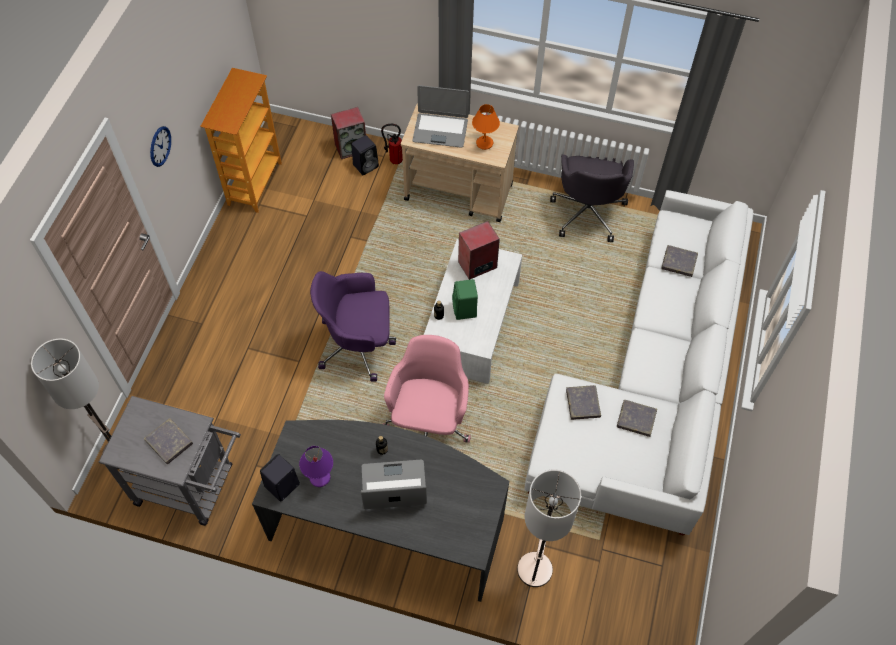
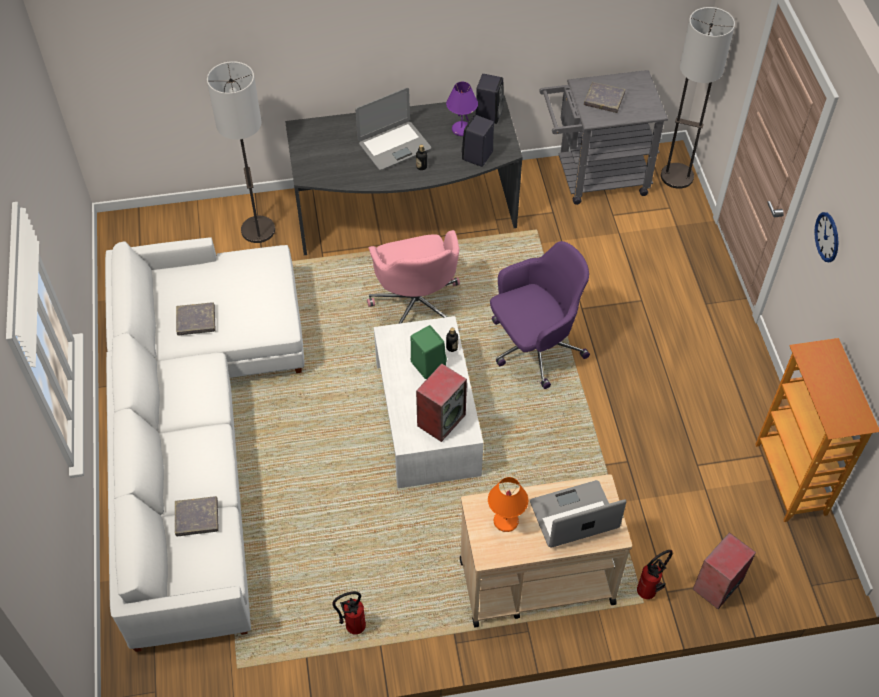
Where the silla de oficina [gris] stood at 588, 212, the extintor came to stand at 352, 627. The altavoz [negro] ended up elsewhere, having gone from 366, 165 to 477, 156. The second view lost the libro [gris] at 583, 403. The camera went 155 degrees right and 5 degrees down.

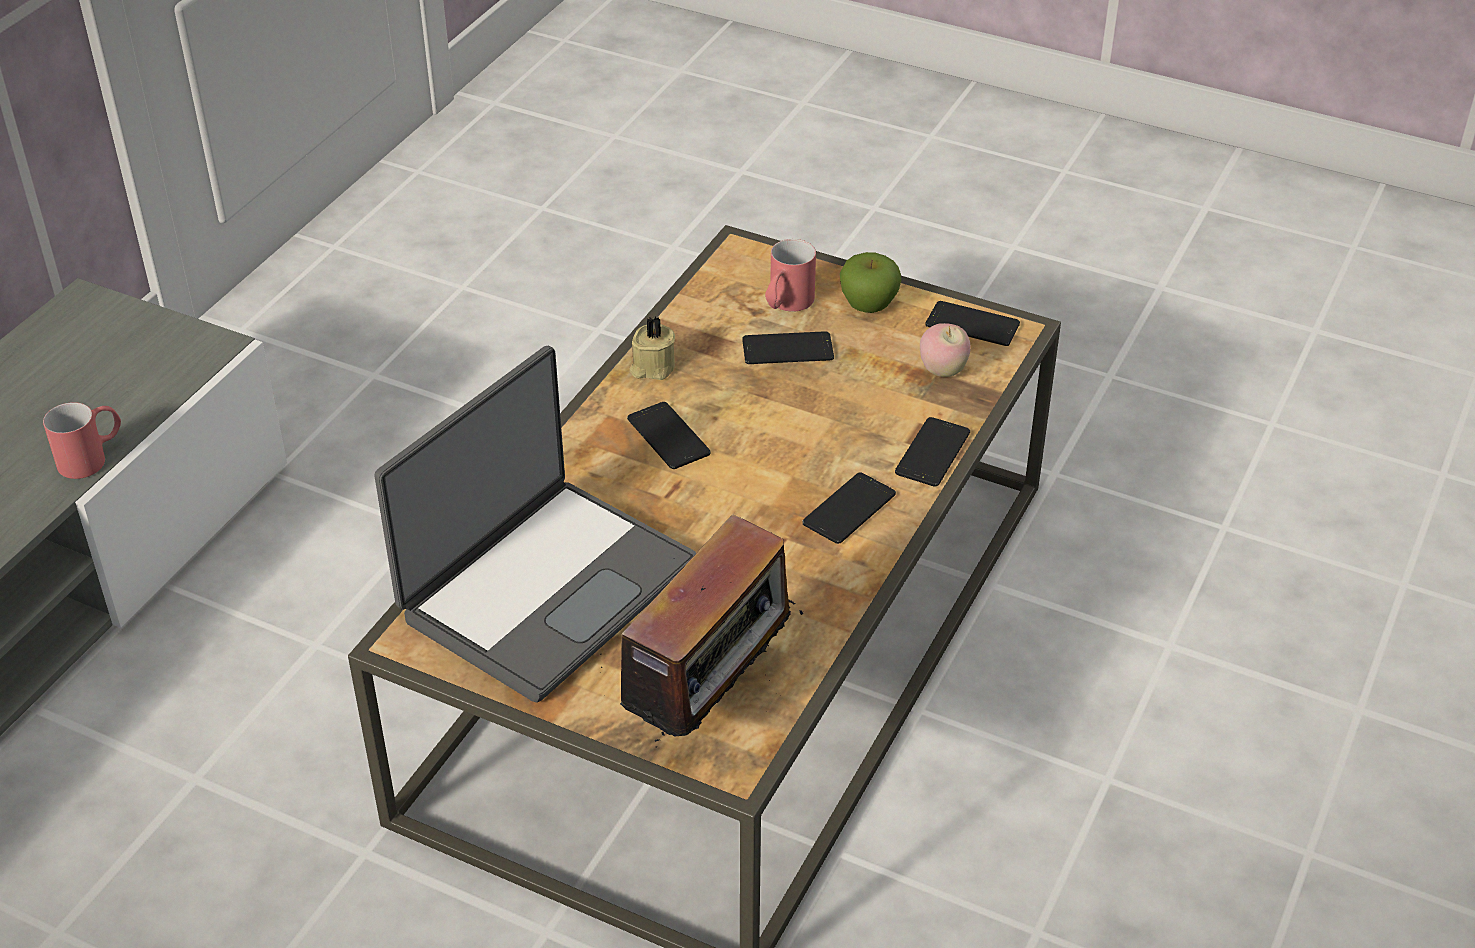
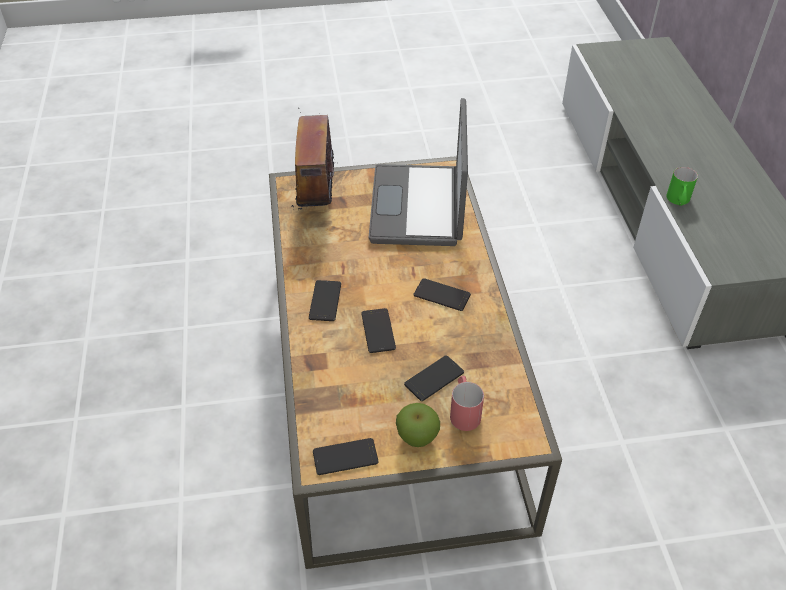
The móvil ended up elsewhere, having gone from 932, 453 to 378, 331. What was the taza grande [rojo] at 92, 457 turned into the taza grande [verde] at 678, 201. The second view lost the vela [beis] at 652, 367. The second view lost the manzana at 943, 371. The camera went 145 degrees right and 5 degrees up.

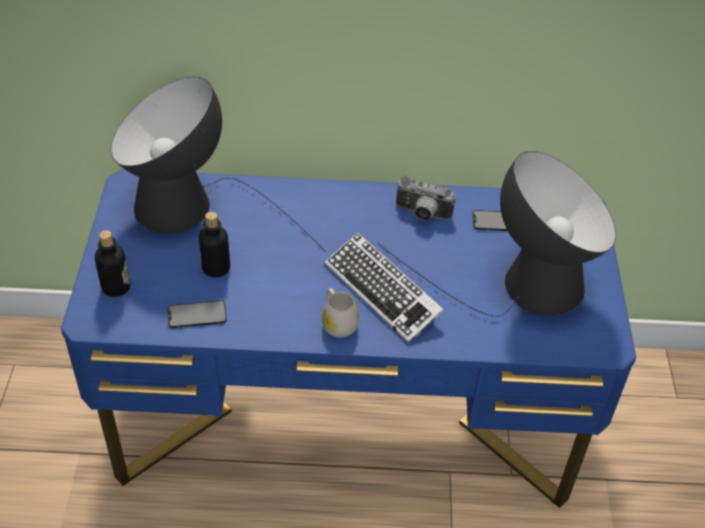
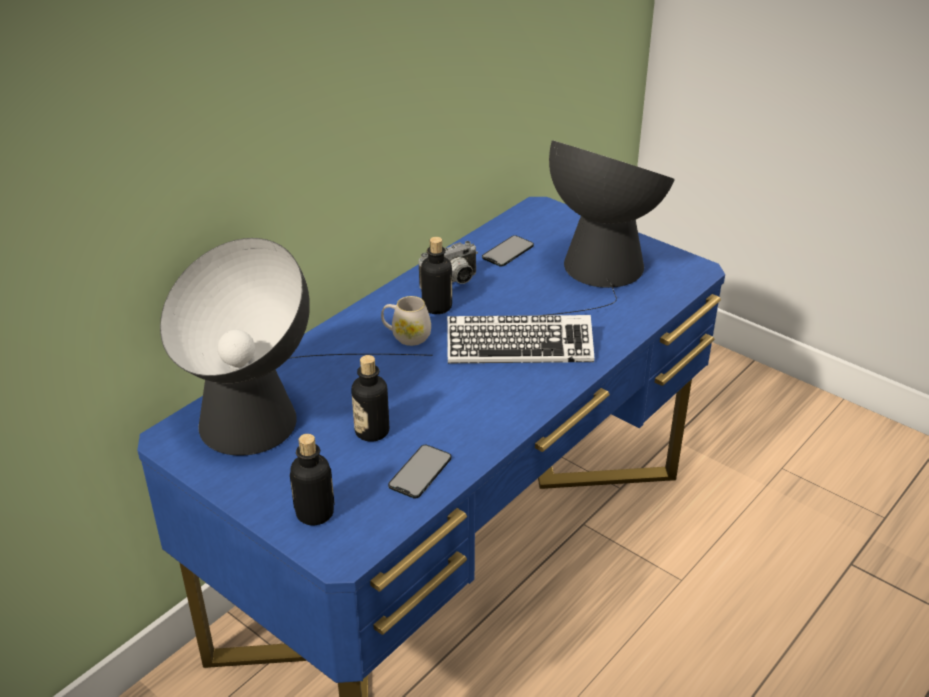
The taza grande [blanco] ended up elsewhere, having gone from 337, 323 to 406, 336. The second view gained the botella at 437, 307. The camera went 50 degrees left and 10 degrees down.

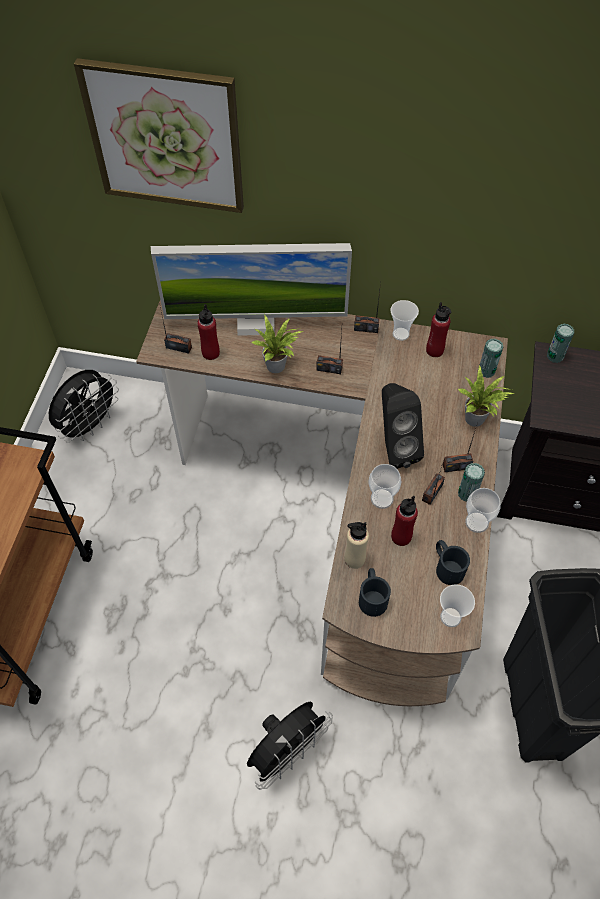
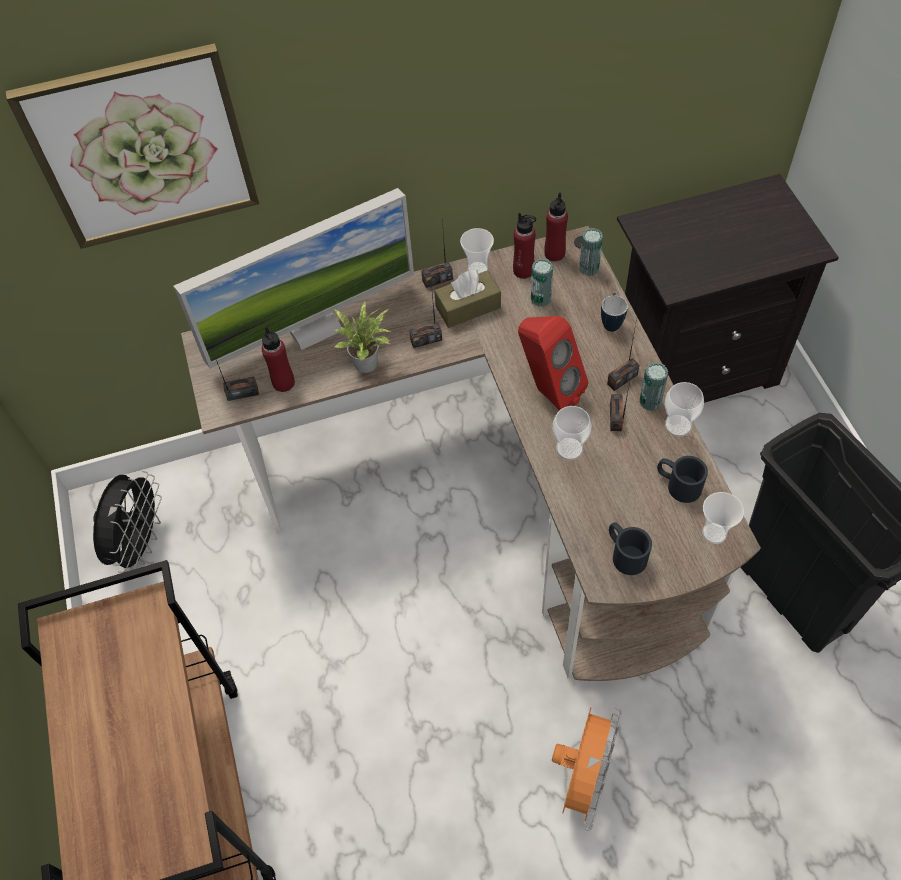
The second view gained the caja de pañuelos [marrón] at 468, 307. What was the altavoz [negro] at 394, 448 turned into the altavoz [rojo] at 548, 391. The lata ended up elsewhere, having gone from 555, 356 to 540, 298. The botella [rojo] ended up elsewhere, having gone from 401, 537 to 554, 253. What was the ventilador [negro] at 287, 752 turned into the ventilador [naranja] at 583, 778. Where the planta en maceta stood at 477, 419, the taza grande came to stand at 611, 322. The second view lost the botella [beis] at 354, 559. The camera went 25 degrees left and 0 degrees up.

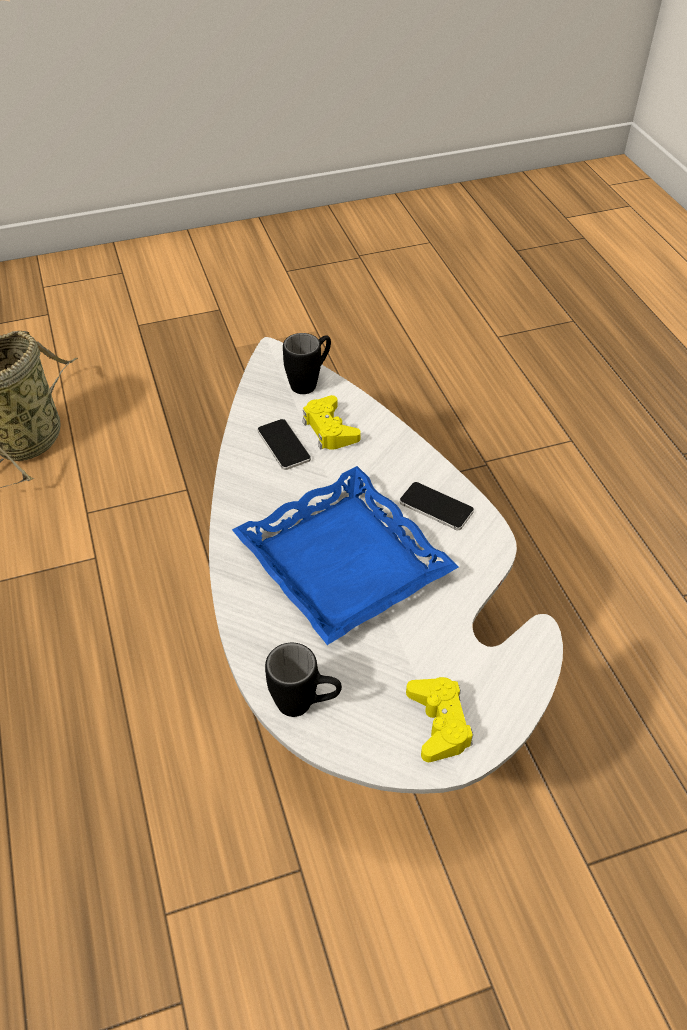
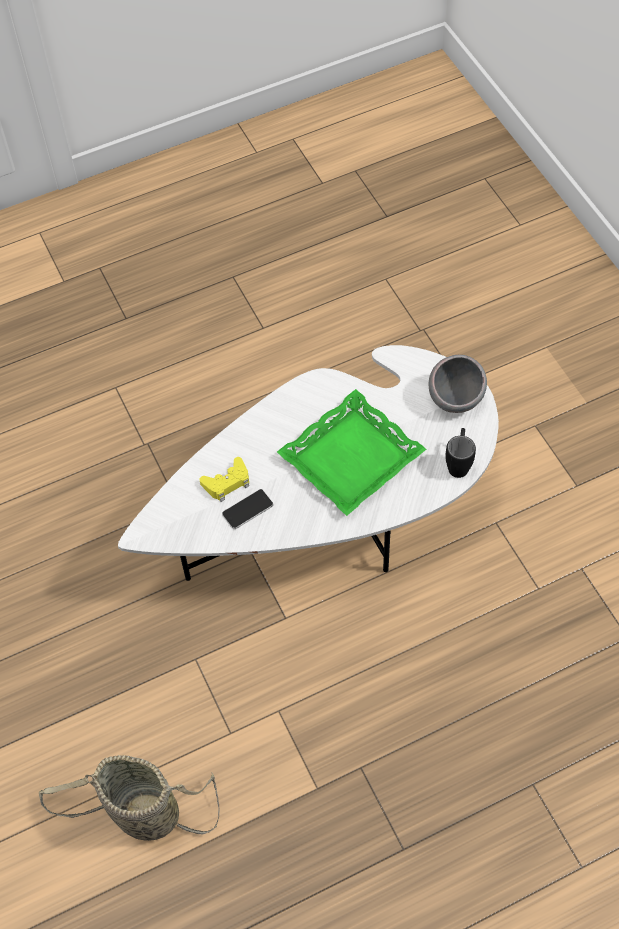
What was the bandeja [azul] at 345, 561 turned into the bandeja [verde] at 350, 457. Where the mando de consola [amarillo] stood at 439, 723, the cuenco [gris] came to stand at 455, 399. The second view lost the taza grande [negro] at 310, 382. The second view lost the móvil at 436, 507. The camera went 95 degrees left and 10 degrees up.

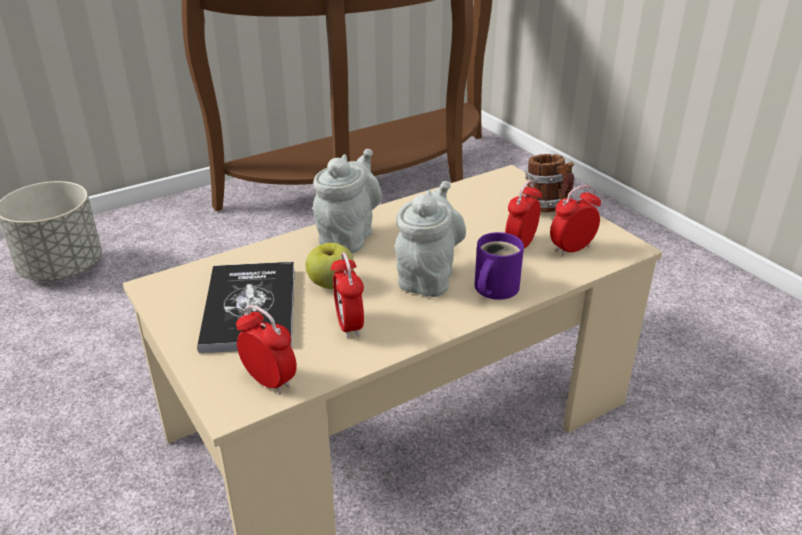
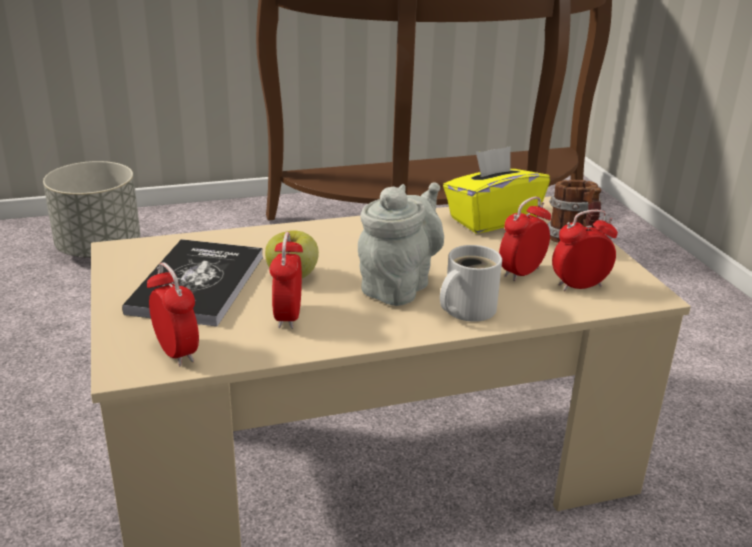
What was the taza grande [morado] at 493, 288 turned into the taza grande [blanco] at 465, 309. The second view gained the caja de pañuelos [amarillo] at 491, 219. The second view lost the tetera [gris] at 348, 236. The camera went 15 degrees right and 5 degrees down.

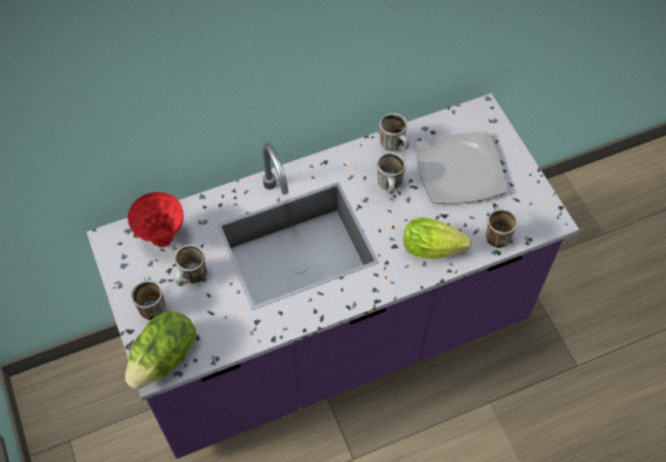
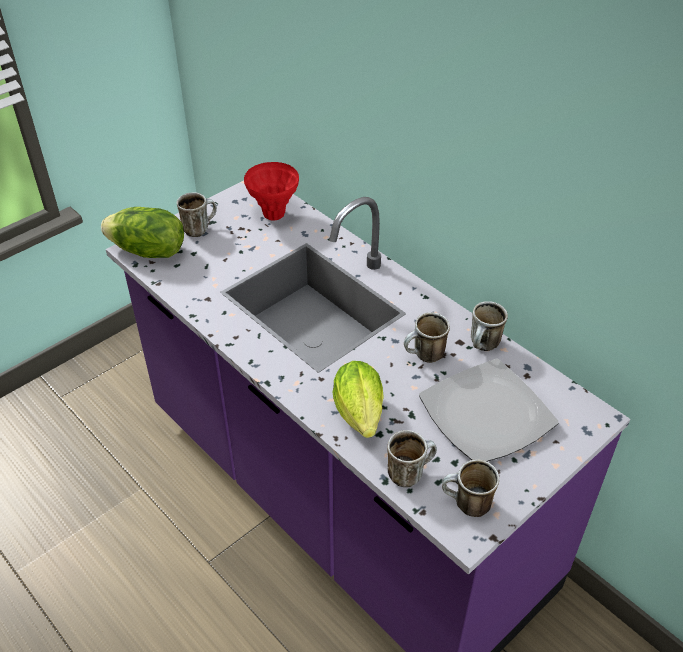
The taza grande ended up elsewhere, having gone from 192, 278 to 466, 505. The camera went 70 degrees right and 15 degrees down.

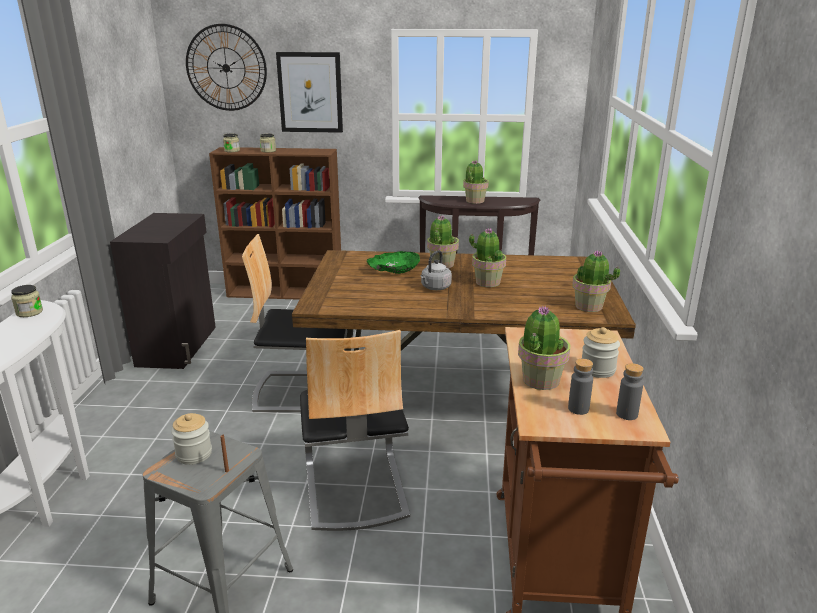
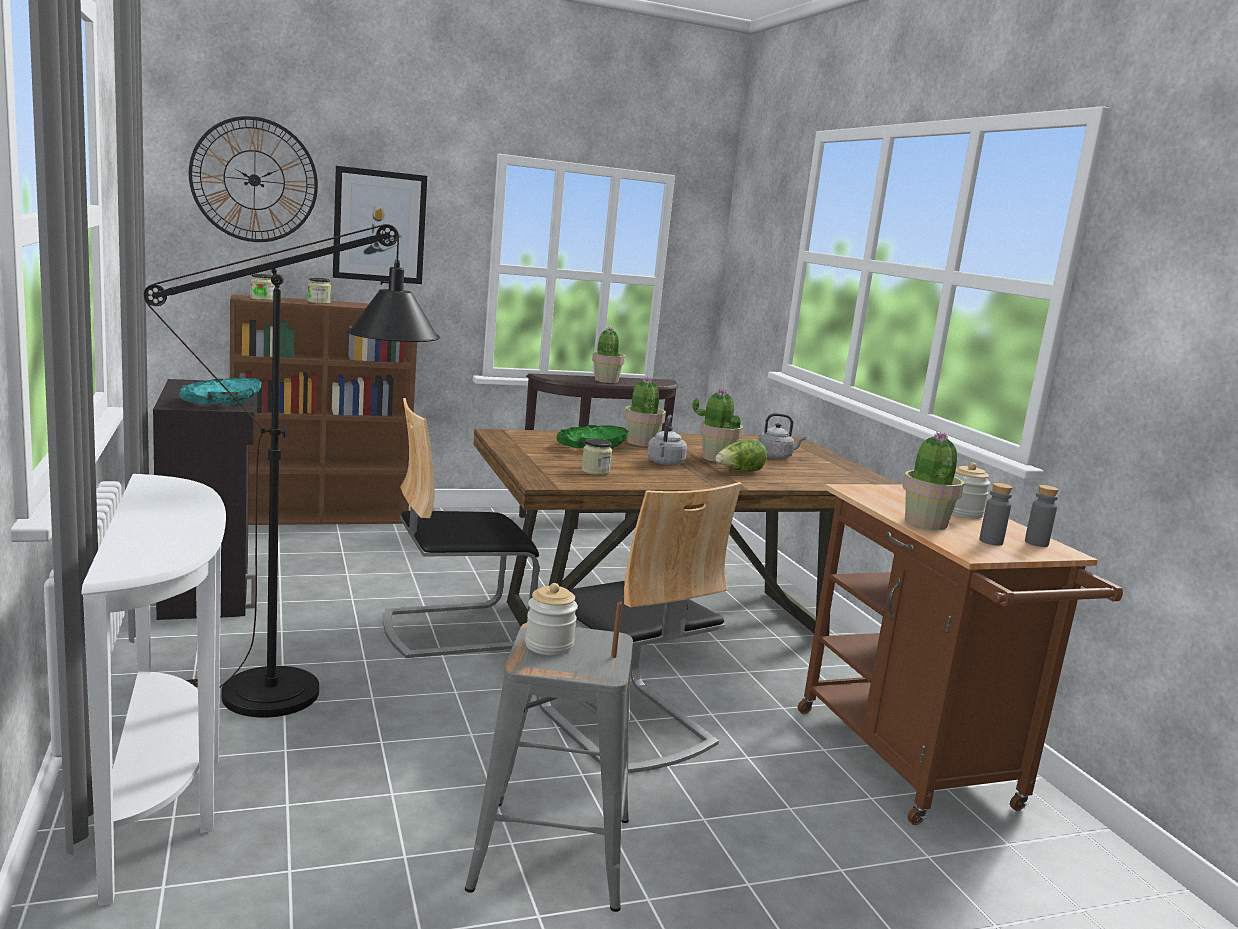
The second view gained the lámpara de pie [negro] at 299, 695. The second view gained the cuenco [turquesa] at 221, 402. The tarro ended up elsewhere, having gone from 29, 312 to 595, 471. The second view gained the lechuga at 739, 471. The second view gained the hervidor [gris] at 776, 457. The second view lost the planta en maceta at 589, 306. The camera went 25 degrees left and 10 degrees down.

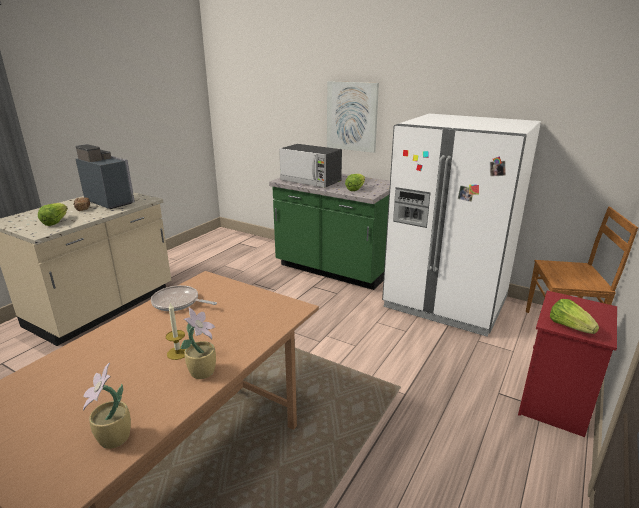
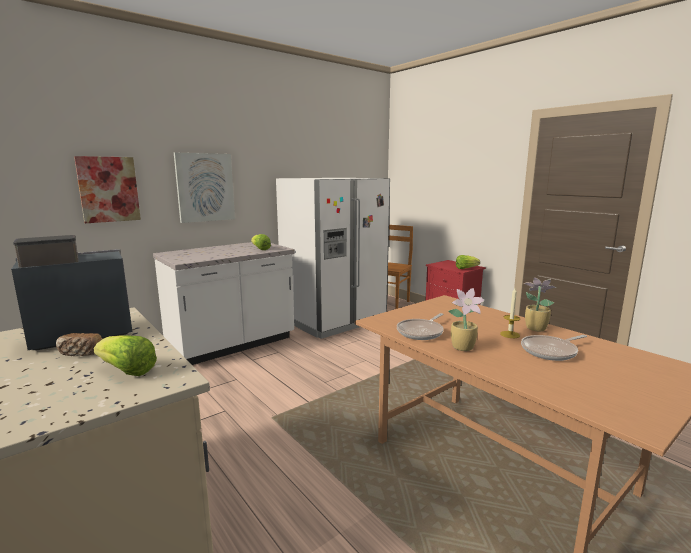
The second view gained the cuadro at 108, 189. What was the mueble bajo de cocina [verde] at 333, 269 turned into the mueble bajo de cocina [blanco] at 232, 345. The planta en maceta ended up elsewhere, having gone from 114, 440 to 464, 347. The second view gained the sartén at 551, 351. The second view lost the microondas at 311, 181. The camera went 70 degrees left and 10 degrees down.

